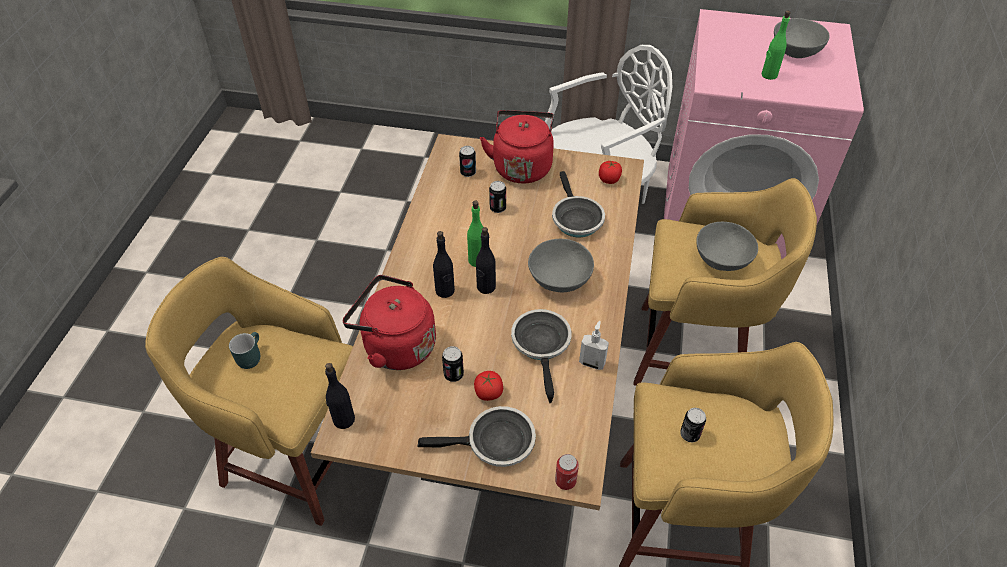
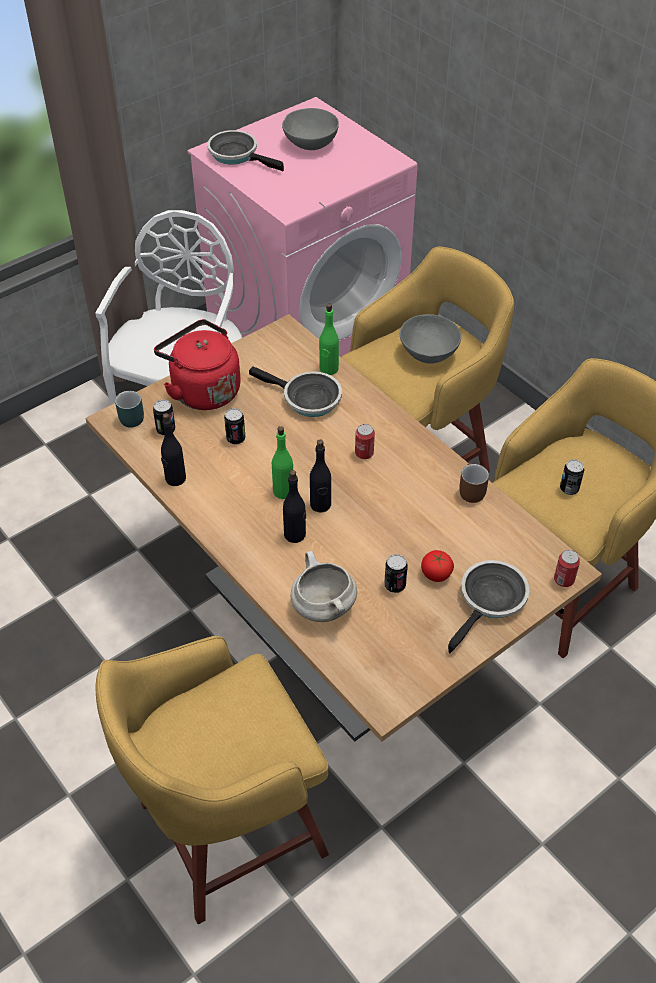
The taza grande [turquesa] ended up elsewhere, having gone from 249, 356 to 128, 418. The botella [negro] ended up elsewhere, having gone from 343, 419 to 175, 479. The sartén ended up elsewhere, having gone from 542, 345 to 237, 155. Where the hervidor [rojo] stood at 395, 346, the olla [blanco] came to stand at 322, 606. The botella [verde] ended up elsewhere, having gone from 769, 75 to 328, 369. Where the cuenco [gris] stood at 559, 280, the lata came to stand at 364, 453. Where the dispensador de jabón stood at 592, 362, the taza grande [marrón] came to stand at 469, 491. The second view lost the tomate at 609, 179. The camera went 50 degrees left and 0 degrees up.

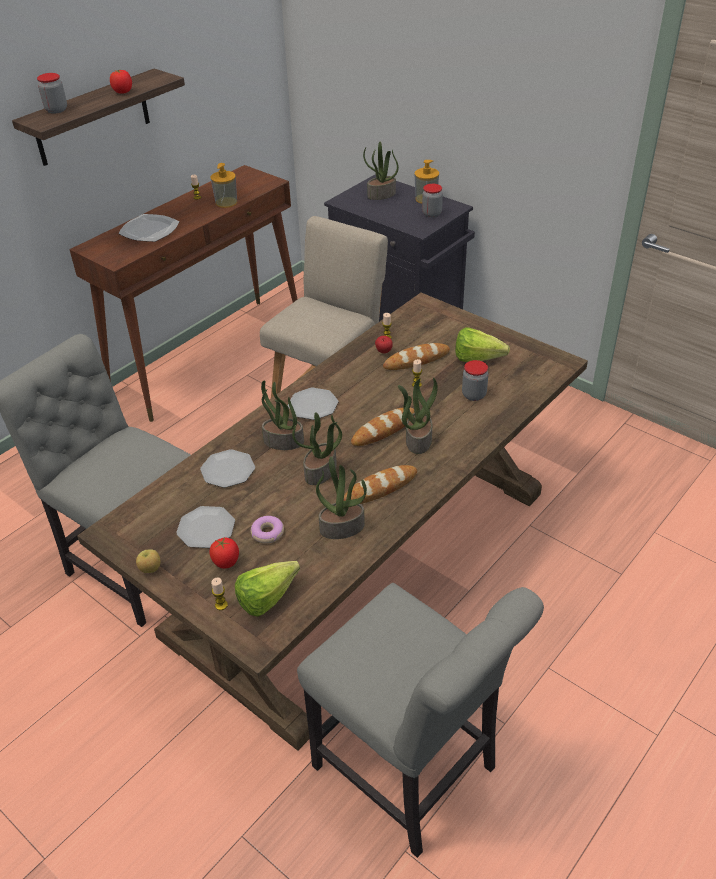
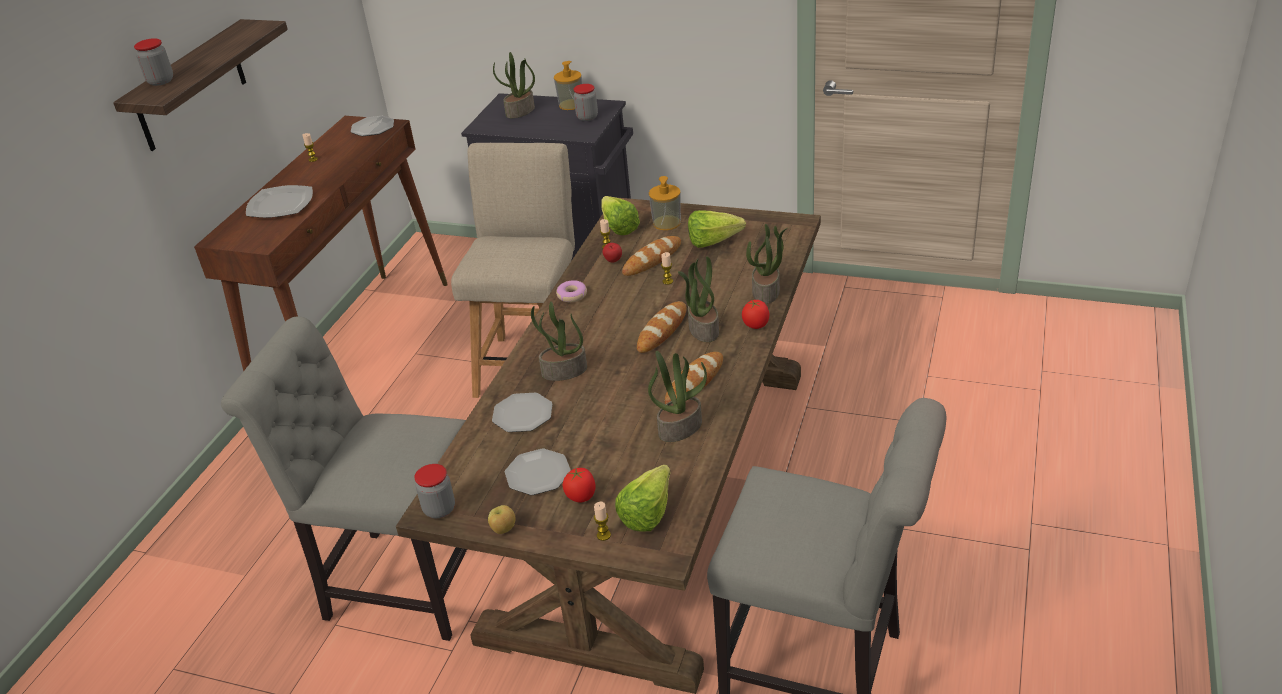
The plato ended up elsewhere, having gone from 313, 405 to 373, 128. The tarro ended up elsewhere, having gone from 474, 395 to 439, 509. The rosquilla ended up elsewhere, having gone from 267, 533 to 572, 295. The second view gained the lechuga at 618, 225. The dispensador de jabón ended up elsewhere, having gone from 226, 202 to 666, 223. The tomate ended up elsewhere, having gone from 123, 92 to 756, 325. The planta en maceta ended up elsewhere, having gone from 321, 472 to 766, 292. The camera went 20 degrees left and 5 degrees down.

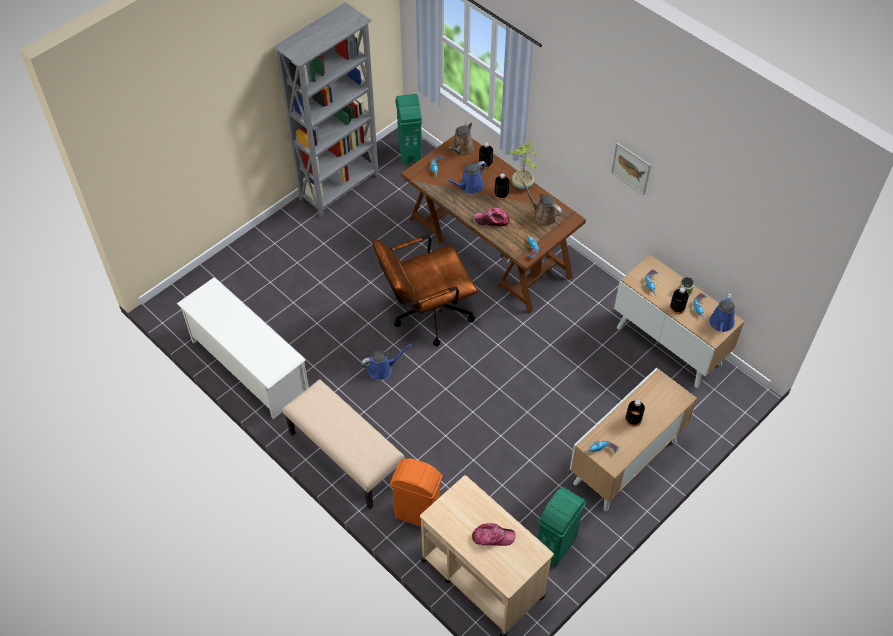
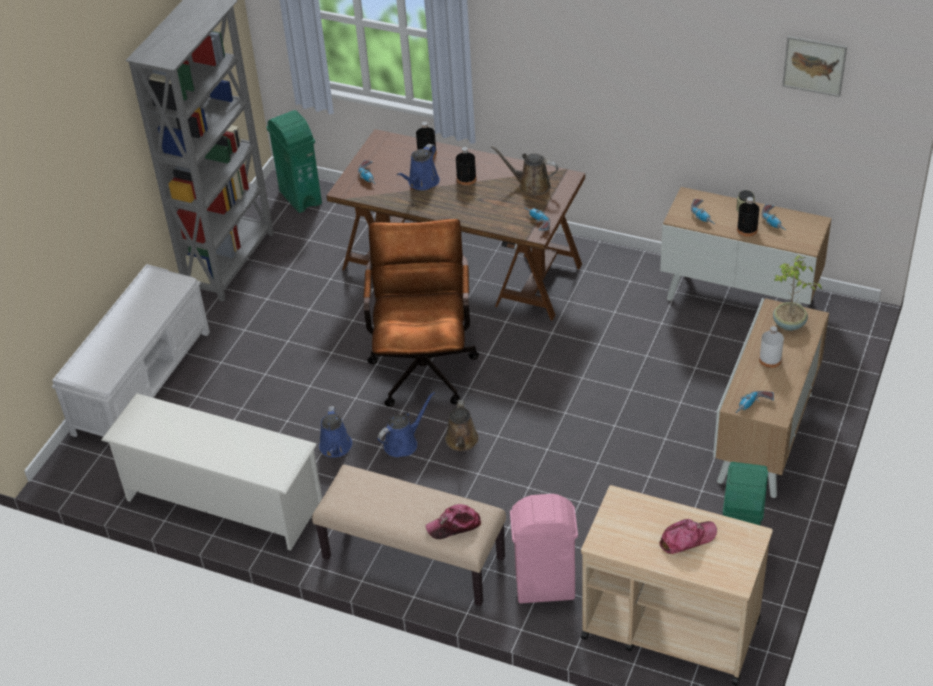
The second view gained the banco [blanco] at 142, 381. The regadera [azul] ended up elsewhere, having gone from 721, 324 to 335, 448. The silla de oficina [marrón] at 425, 315 ended up facing another way, 135 degrees clockwise from before. The gorra ended up elsewhere, having gone from 492, 220 to 454, 526. The regadera [marrón] ended up elsewhere, having gone from 461, 149 to 462, 442. What was the papelera [naranja] at 418, 514 turned into the papelera [rosa] at 546, 588. What was the botella [negro] at 633, 419 turned into the botella [blanco] at 770, 359. The planta en maceta ended up elsewhere, having gone from 522, 185 to 789, 324. The cuadro ended up elsewhere, having gone from 631, 168 to 814, 65. The camera went 20 degrees left and 10 degrees down.

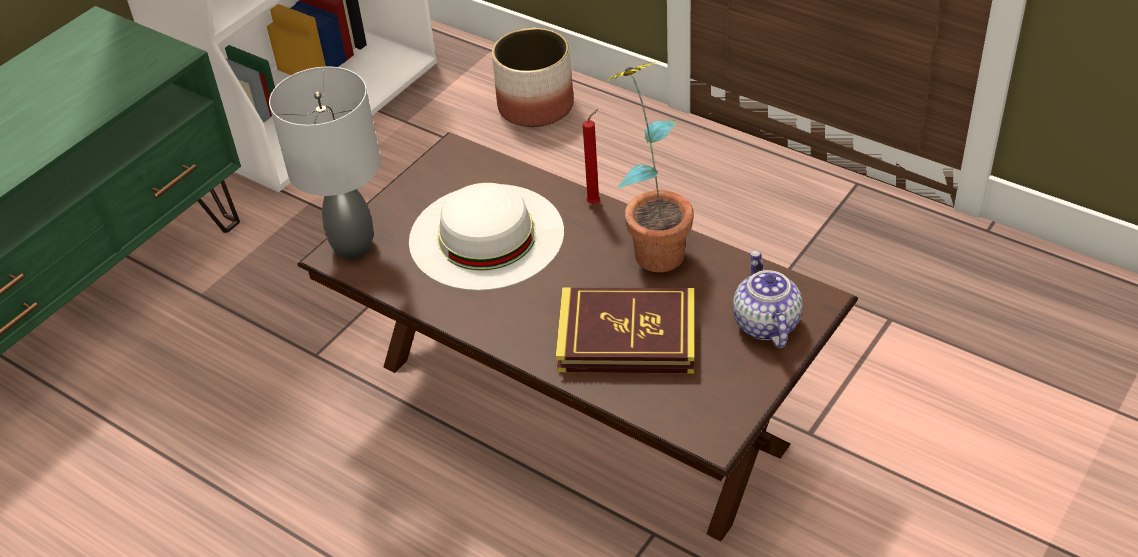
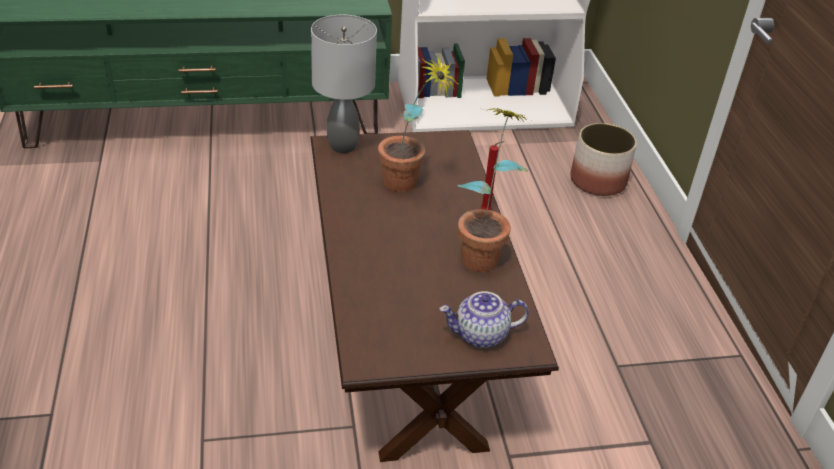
Where the sombrero [blanco] stood at 486, 236, the planta en maceta came to stand at 409, 186. The tetera at 765, 323 ended up facing another way, 135 degrees counterclockwise from before. The second view lost the libro at 627, 337. The camera went 40 degrees right and 5 degrees down.

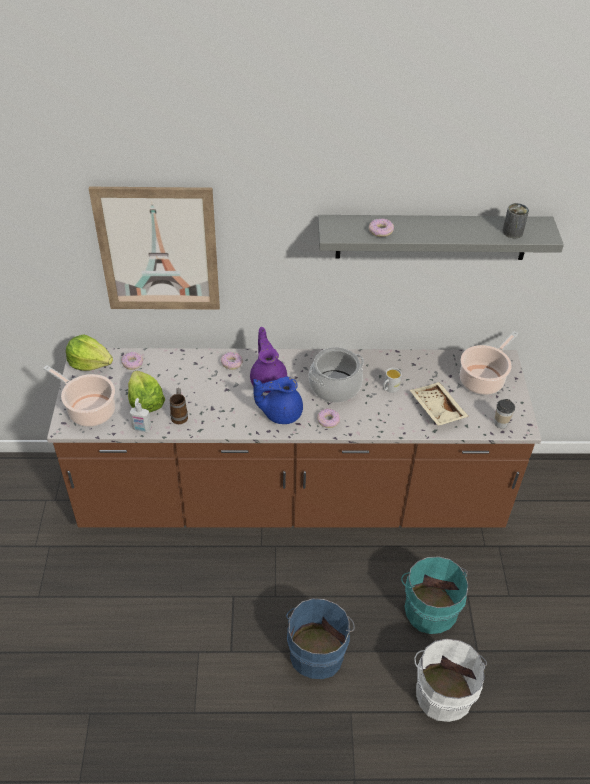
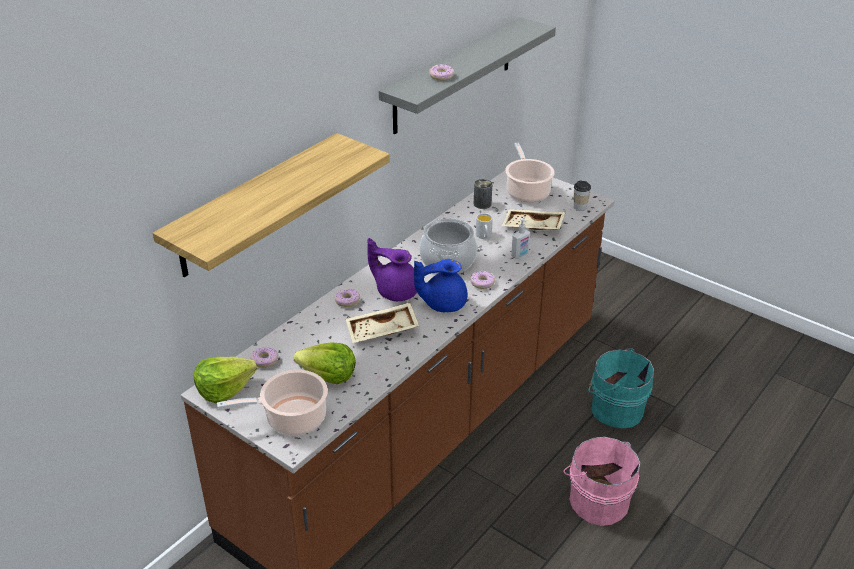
Where the cuadro hung at 158, 250, the estante came to hang at 255, 205. The second view gained the bandeja [beis] at 382, 331. The tetera [azul] at 280, 413 ended up facing another way, 45 degrees clockwise from before. The lata ended up elsewhere, having gone from 512, 232 to 482, 204. The dispensador de jabón ended up elsewhere, having gone from 141, 429 to 520, 255. What was the cubo [azul] at 317, 651 turned into the cubo [rosa] at 597, 500. The second view lost the taza grande at 180, 415. The second view lost the cubo [blanco] at 443, 691. The camera went 50 degrees left and 10 degrees down.

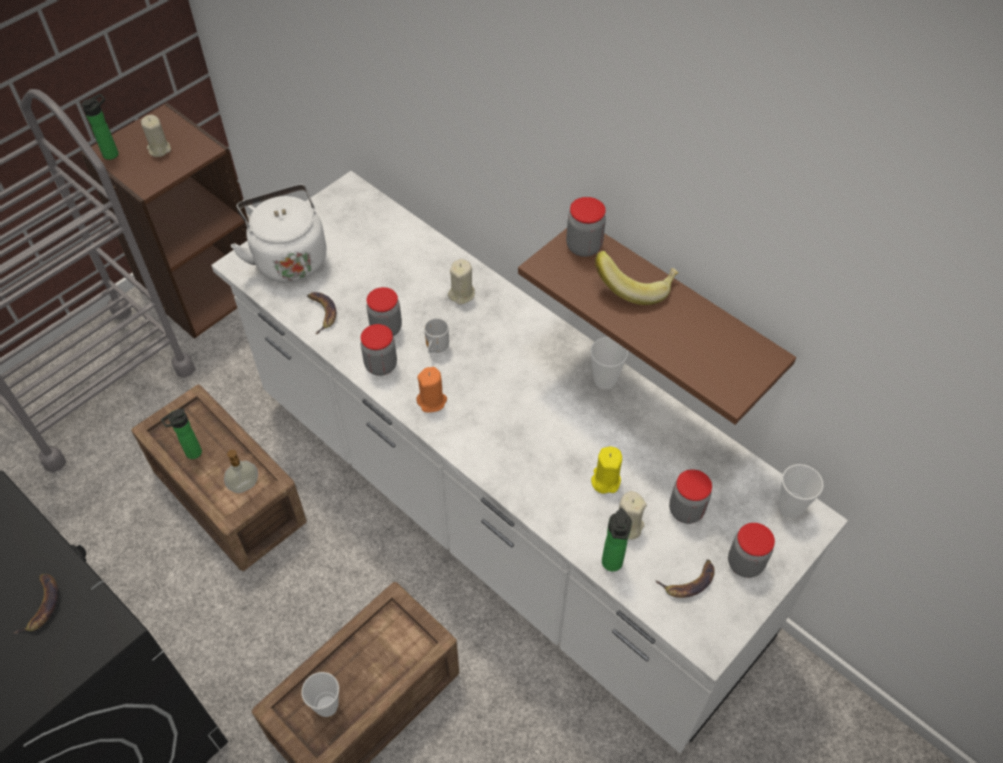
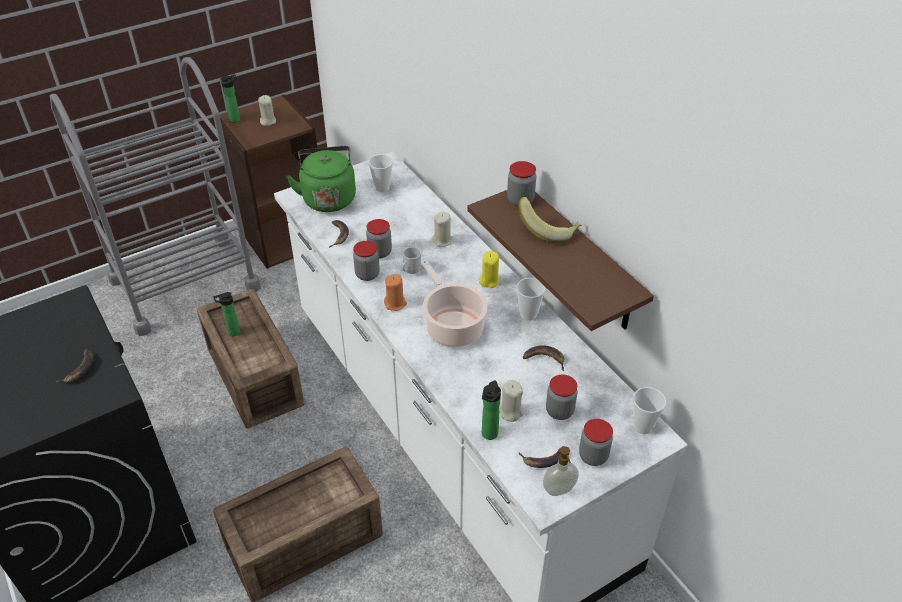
What was the hervidor [blanco] at 289, 258 turned into the hervidor [verde] at 328, 197. The taza ended up elsewhere, having gone from 327, 706 to 382, 188. The second view gained the olla at 452, 326. The vela [amarillo] ended up elsewhere, having gone from 605, 480 to 489, 281. The second view gained the plátano at 544, 359. The dispensador de jabón ended up elsewhere, having gone from 245, 487 to 559, 490. The camera went 15 degrees right and 10 degrees down.

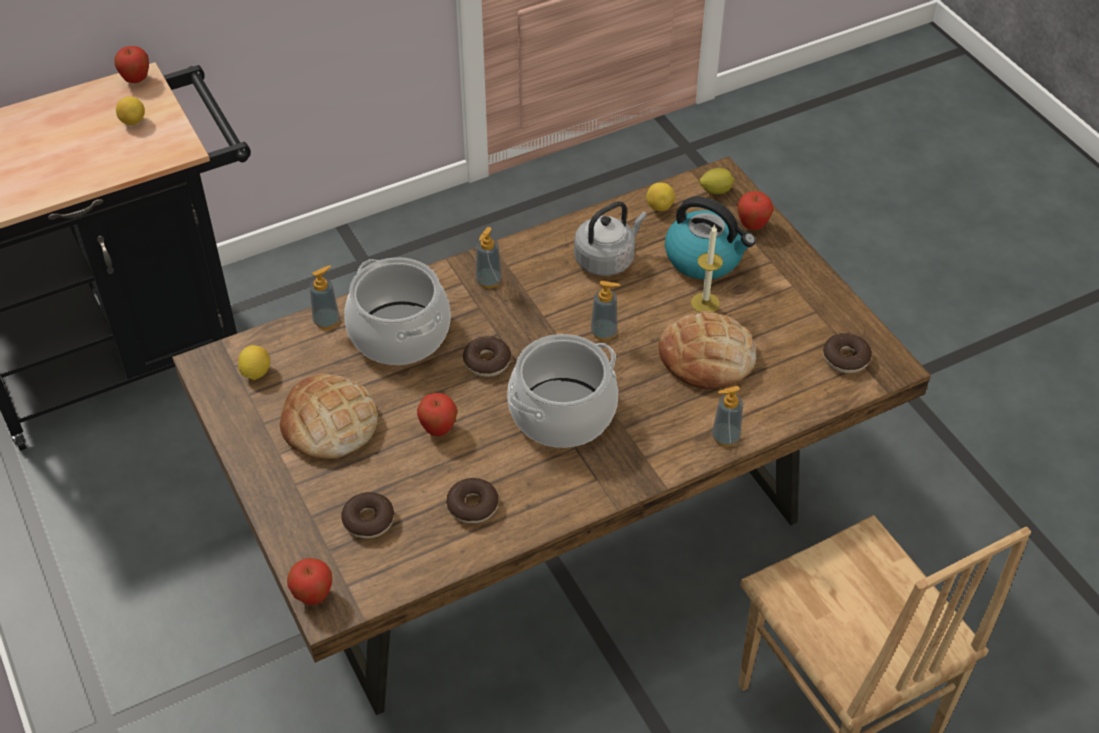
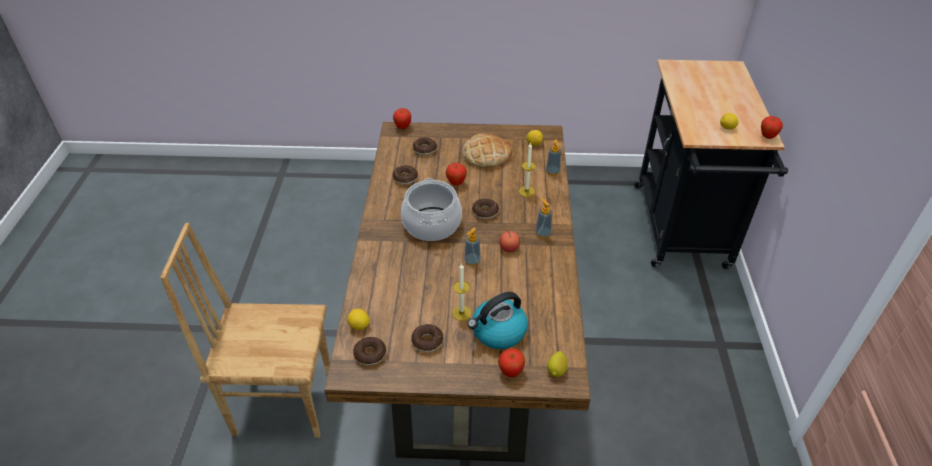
The limón ended up elsewhere, having gone from 659, 207 to 359, 326. The second view gained the rosquilla at 427, 341. The second view gained the manzana at 509, 248. Where the olla stood at 400, 333, the vela came to stand at 526, 191. The second view lost the hervidor [gris] at 607, 259. The second view lost the pan at 707, 357. The second view lost the dispensador de jabón at 725, 437. The camera went 120 degrees right and 5 degrees down.

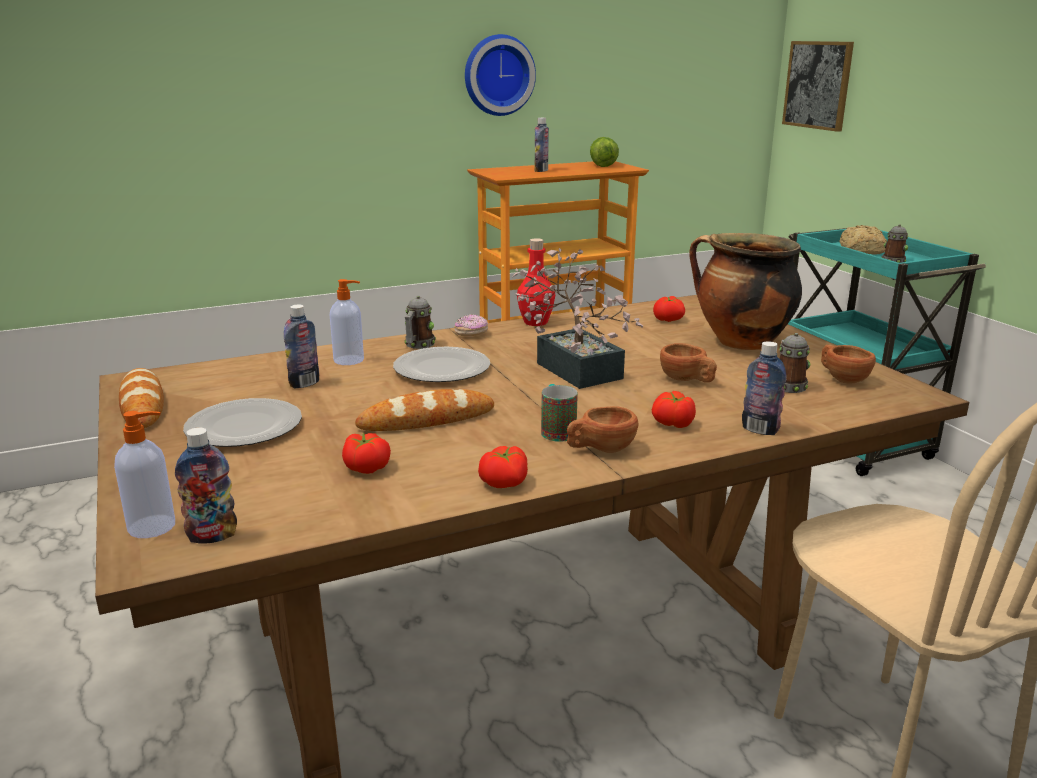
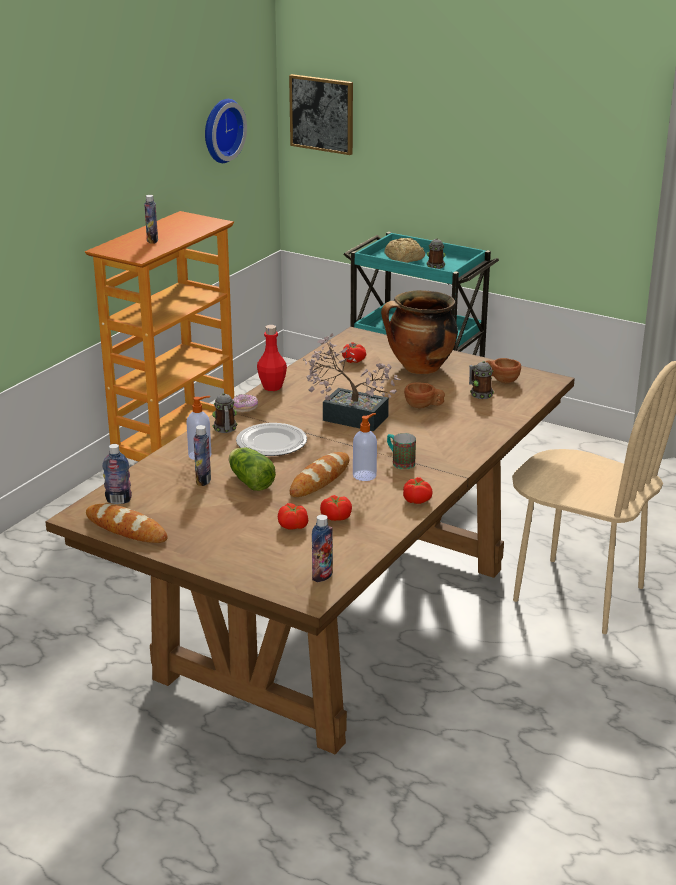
The botella ended up elsewhere, having gone from 759, 429 to 118, 500. The reloj de pared ended up elsewhere, having gone from 497, 75 to 220, 130. The lechuga ended up elsewhere, having gone from 602, 164 to 249, 480. The tomate ended up elsewhere, having gone from 672, 423 to 293, 526. The dispensador de jabón ended up elsewhere, having gone from 154, 527 to 365, 475. The second view lost the plato at 246, 427. The second view lost the taza [marrón] at 600, 449. The camera went 35 degrees left and 5 degrees up.

